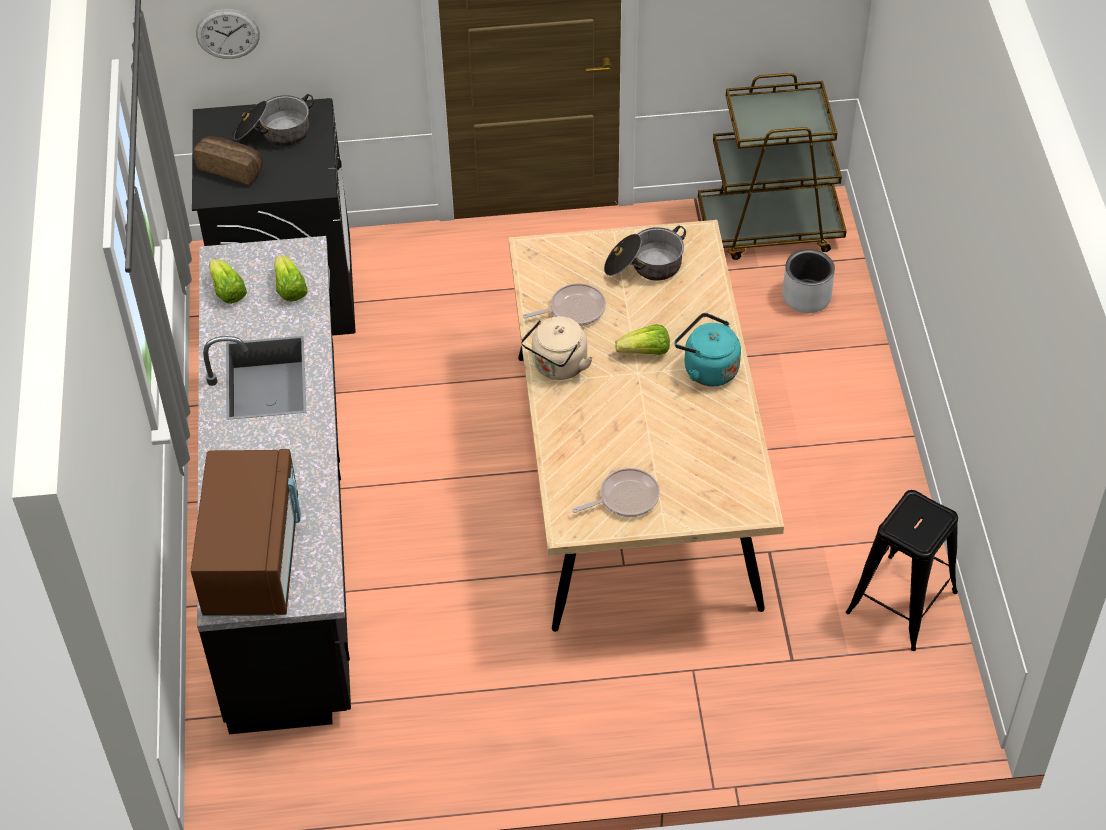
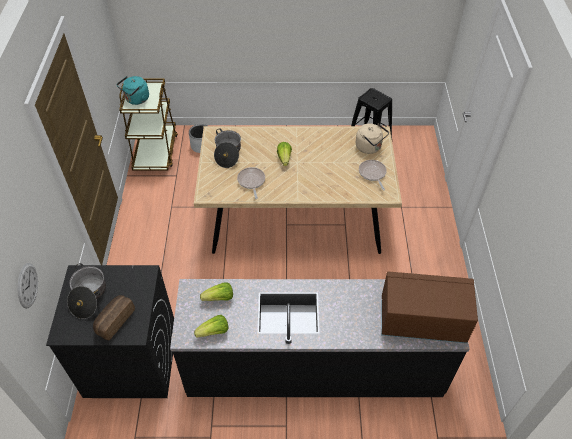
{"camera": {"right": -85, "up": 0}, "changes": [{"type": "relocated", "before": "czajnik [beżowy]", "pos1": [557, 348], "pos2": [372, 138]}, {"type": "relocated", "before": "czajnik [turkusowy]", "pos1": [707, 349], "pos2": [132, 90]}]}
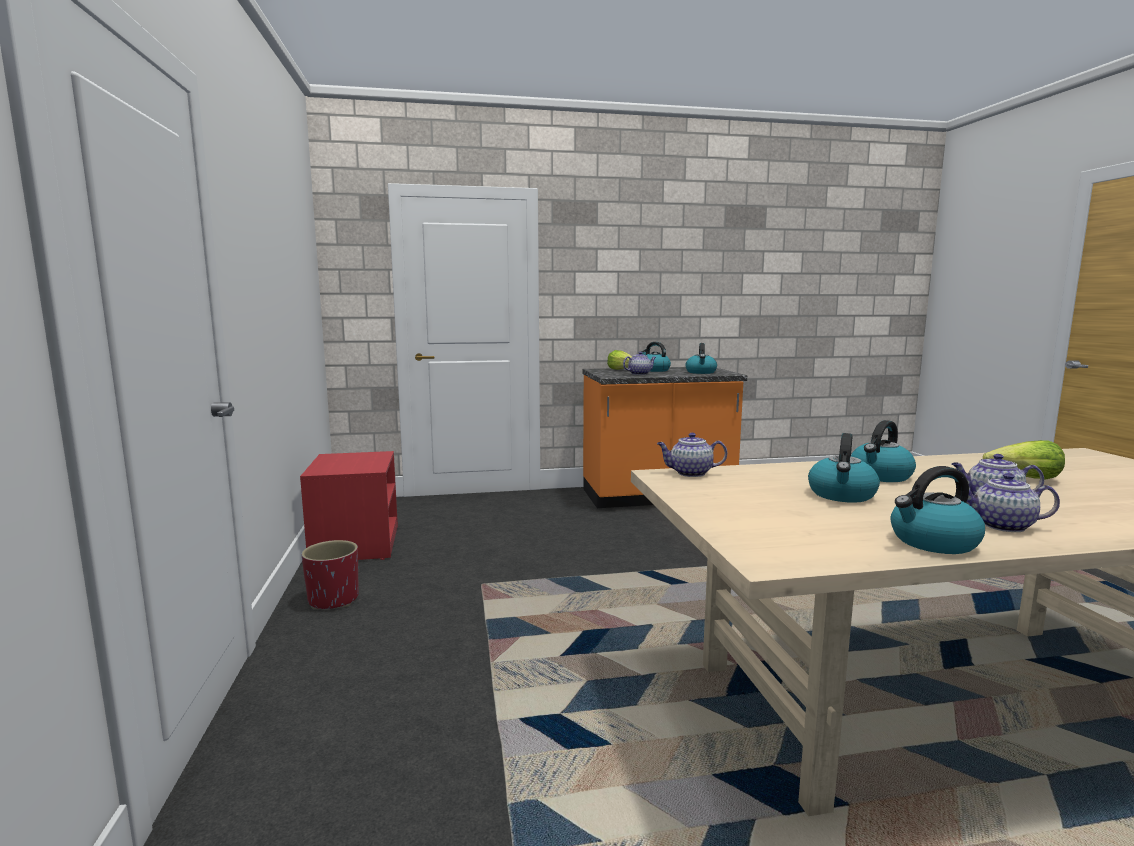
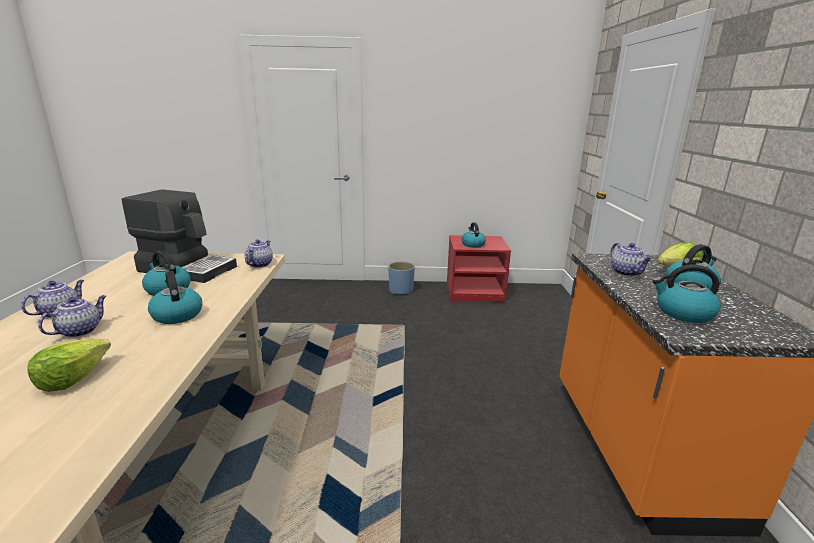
{"camera": {"right": 100, "up": 10}, "changes": [{"type": "colour", "before": "donica [czerwony]", "after": "donica [niebieski]", "pos1": [330, 574], "pos2": [401, 277]}, {"type": "relocated", "before": "czajnik", "pos1": [937, 510], "pos2": [474, 235]}, {"type": "appeared", "after": "ekspres do kawy", "pos2": [179, 236]}]}
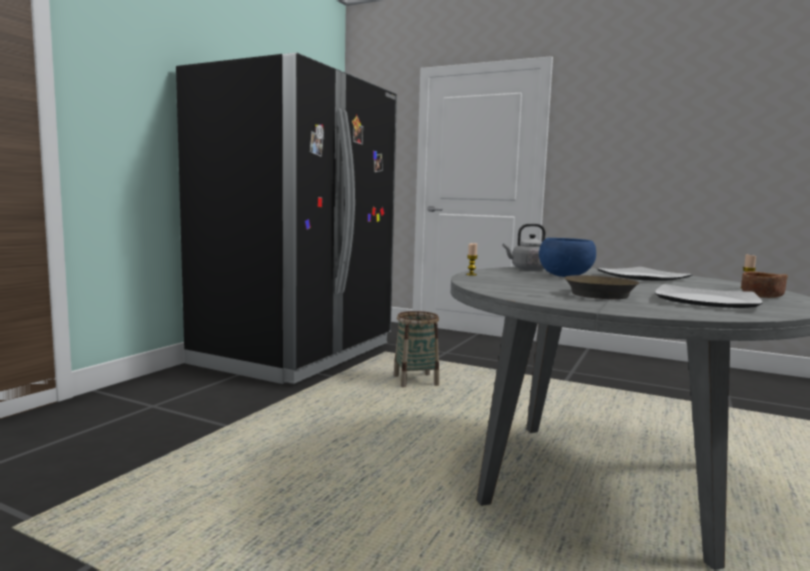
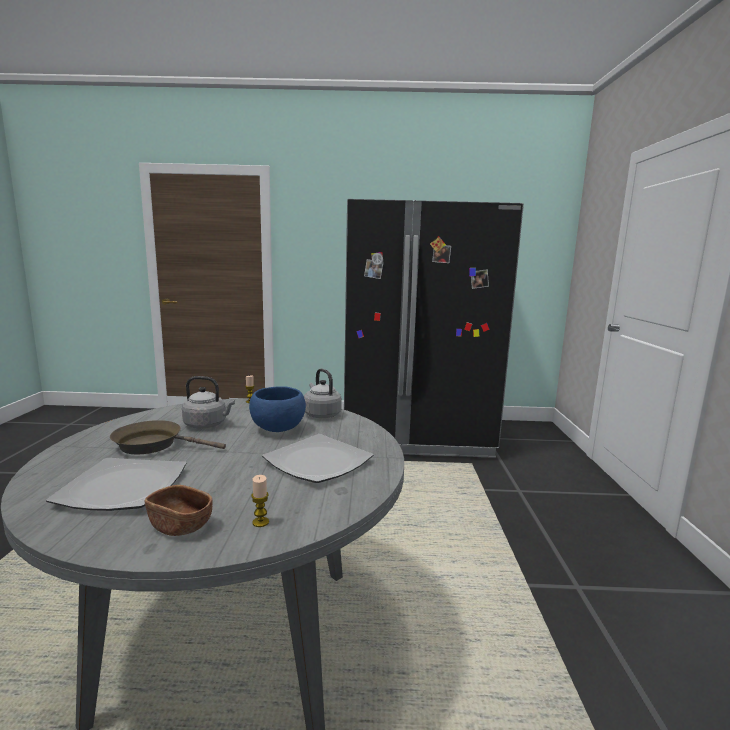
{"camera": {"right": 65, "up": 5}, "changes": [{"type": "missing", "before": "koszyk", "pos1": [416, 349]}, {"type": "appeared", "after": "czajnik [szary]", "pos2": [208, 402]}]}
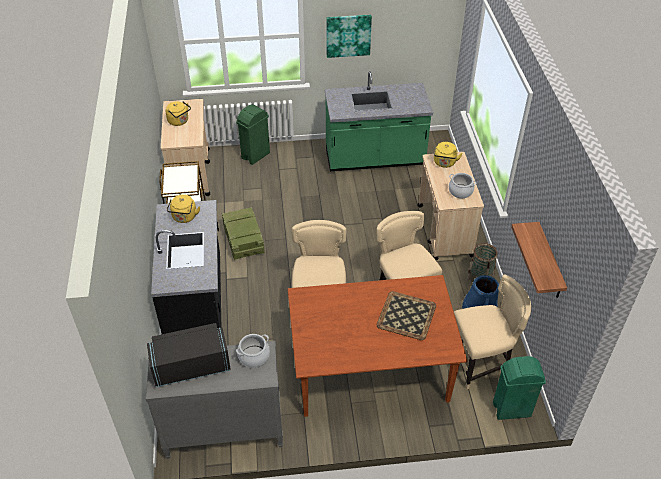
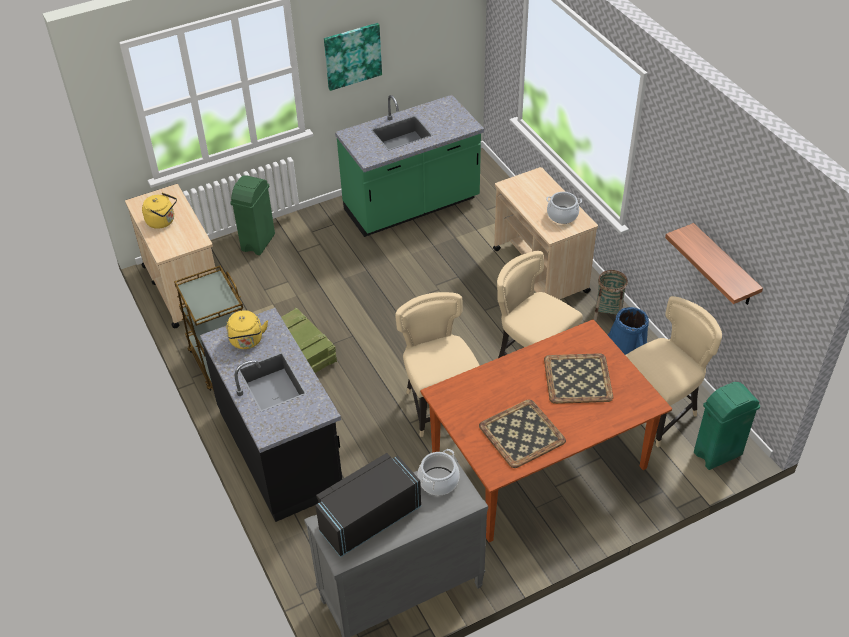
{"camera": {"right": -20, "up": 0}, "changes": [{"type": "missing", "before": "czajnik [żółty]", "pos1": [448, 155]}, {"type": "appeared", "after": "taca", "pos2": [522, 433]}]}
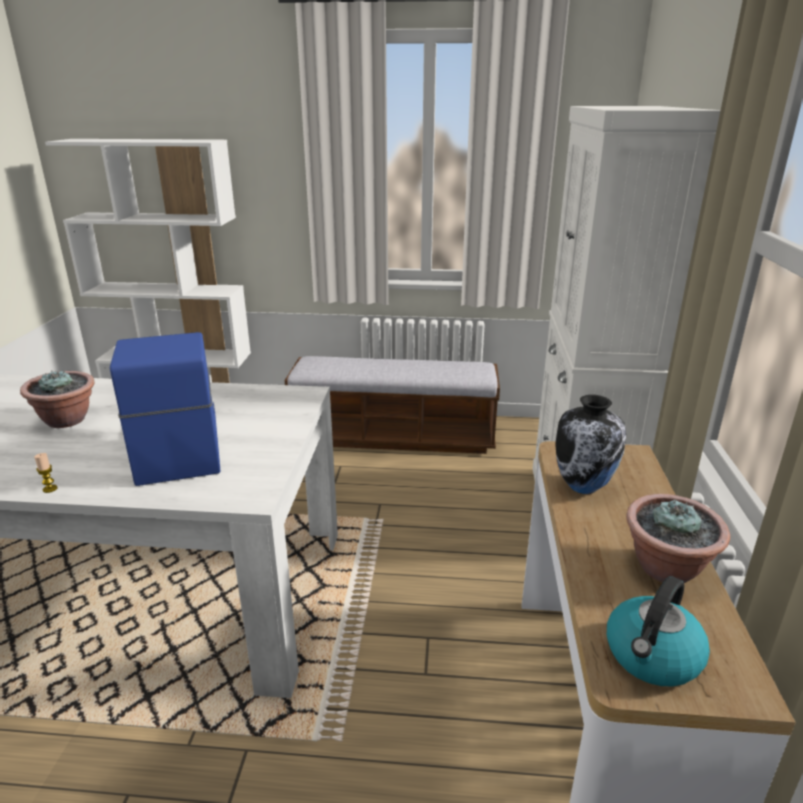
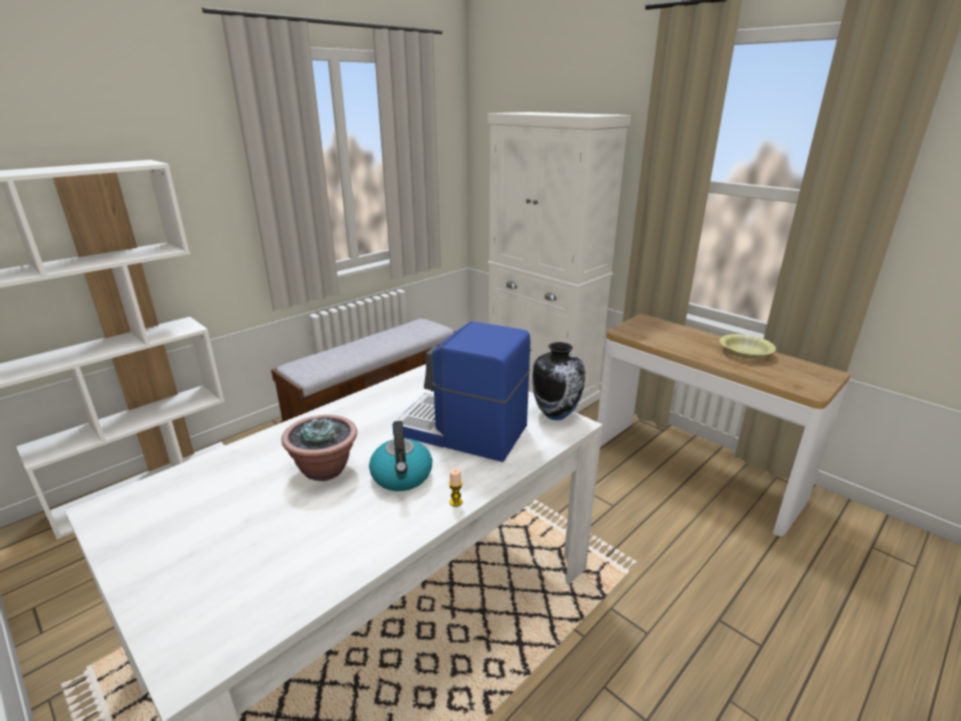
{"camera": {"right": -50, "up": 0}, "changes": [{"type": "relocated", "before": "wazon", "pos1": [590, 444], "pos2": [558, 381]}, {"type": "relocated", "before": "czajnik", "pos1": [658, 631], "pos2": [400, 456]}, {"type": "exchanged", "before": "roślina doniczkowa", "after": "miska [żółty]", "pos1": [678, 538], "pos2": [748, 346]}]}
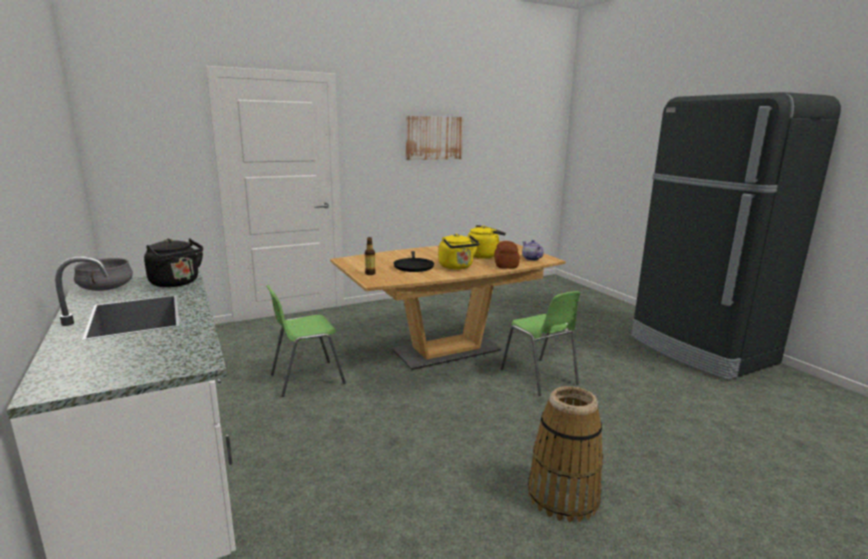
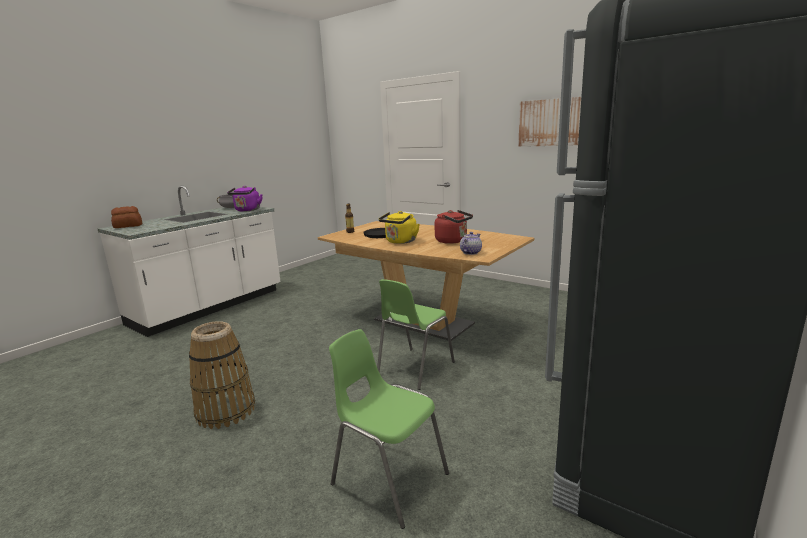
{"camera": {"right": 65, "up": 0}, "changes": [{"type": "colour", "before": "czajnik [czarny]", "after": "czajnik [fioletowy]", "pos1": [173, 262], "pos2": [245, 199]}, {"type": "relocated", "before": "krzesło [zielony]", "pos1": [306, 341], "pos2": [389, 429]}, {"type": "colour", "before": "czajnik [żółty]", "after": "czajnik [czerwony]", "pos1": [486, 242], "pos2": [453, 227]}, {"type": "relocated", "before": "chleb", "pos1": [507, 255], "pos2": [126, 217]}]}
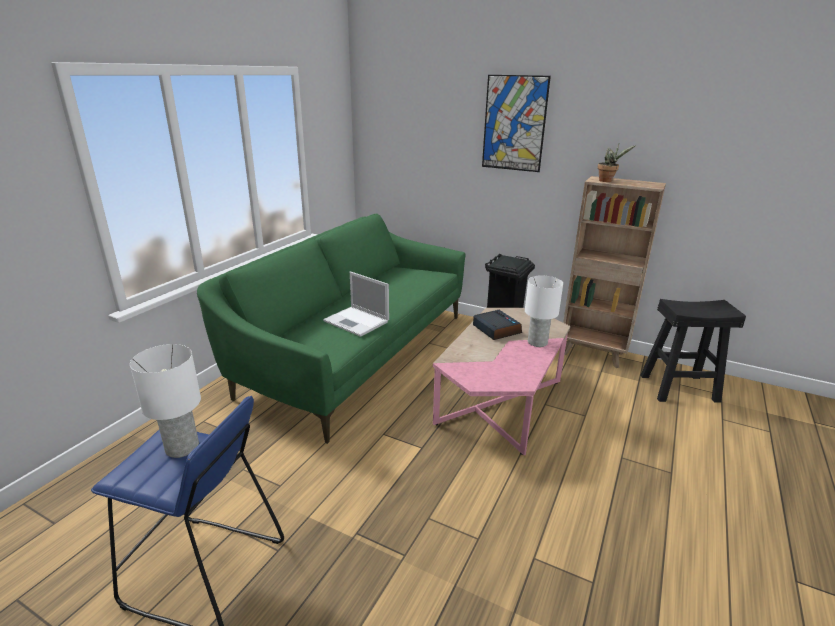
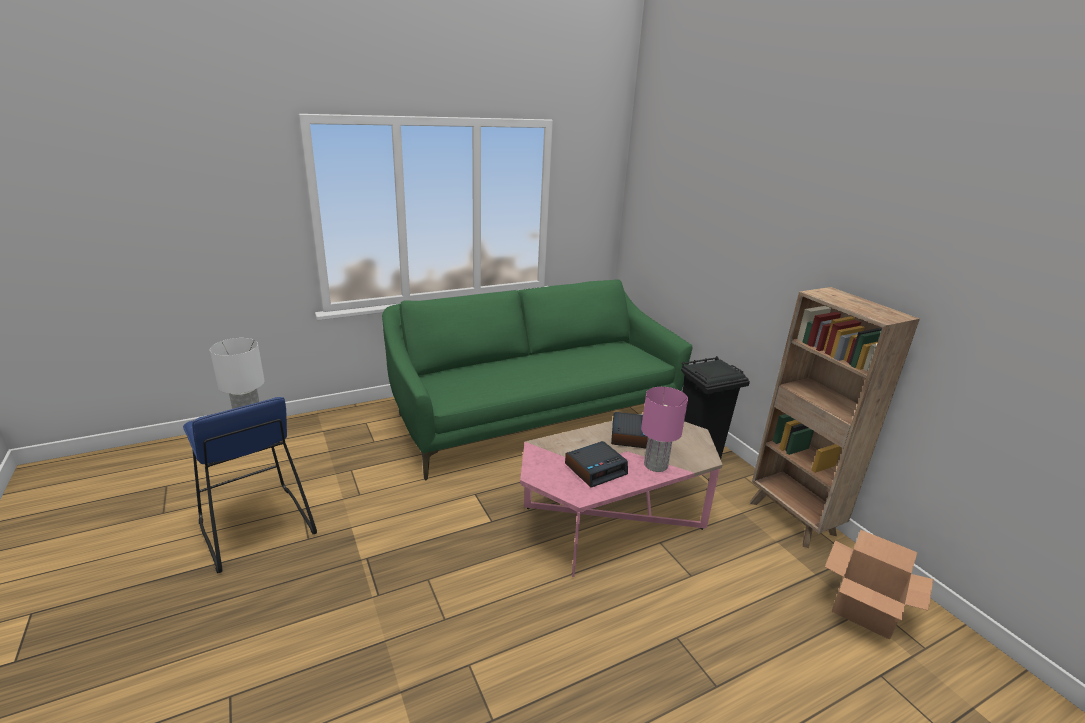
{"camera": {"right": 35, "up": 0}, "changes": [{"type": "missing", "before": "laptop", "pos1": [356, 304]}, {"type": "missing", "before": "obraz", "pos1": [516, 123]}, {"type": "colour", "before": "lampa stołowa [biały]", "after": "lampa stołowa [różowy]", "pos1": [544, 311], "pos2": [664, 429]}, {"type": "missing", "before": "roślina doniczkowa", "pos1": [617, 163]}, {"type": "exchanged", "before": "stołek [czarny]", "after": "karton", "pos1": [693, 351], "pos2": [879, 584]}, {"type": "appeared", "after": "budzik", "pos2": [596, 464]}]}
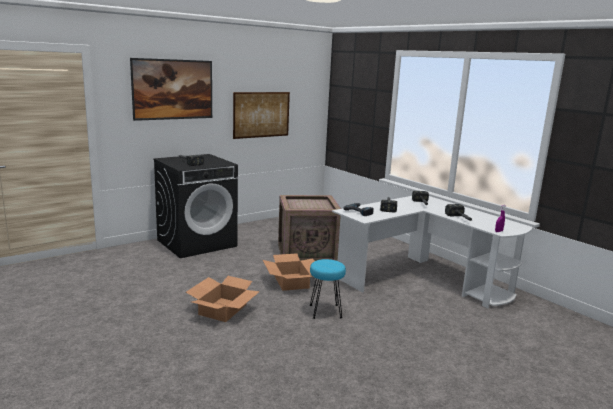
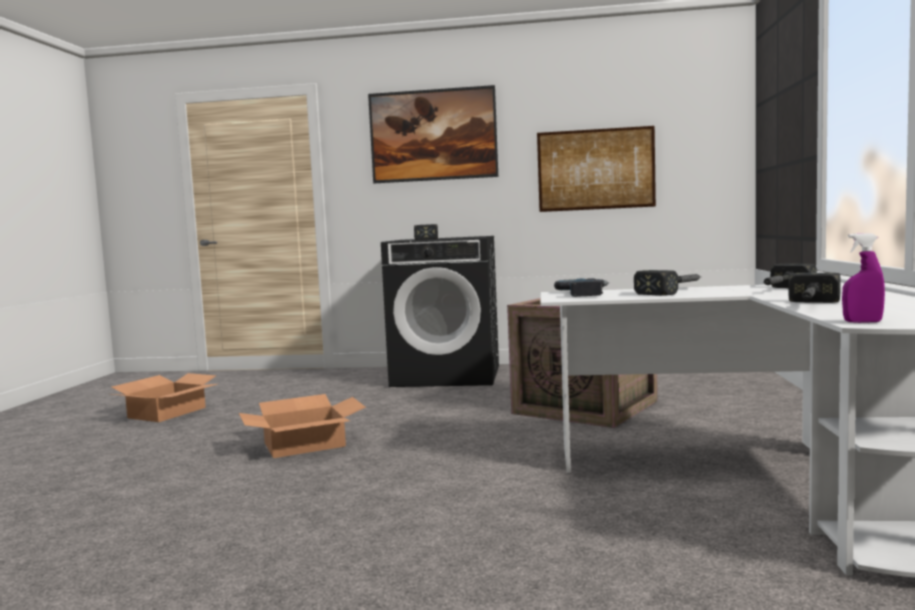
{"camera": {"right": 45, "up": -10}, "changes": [{"type": "relocated", "before": "karton", "pos1": [288, 272], "pos2": [164, 397]}, {"type": "missing", "before": "stołek [turkusowy]", "pos1": [328, 289]}]}
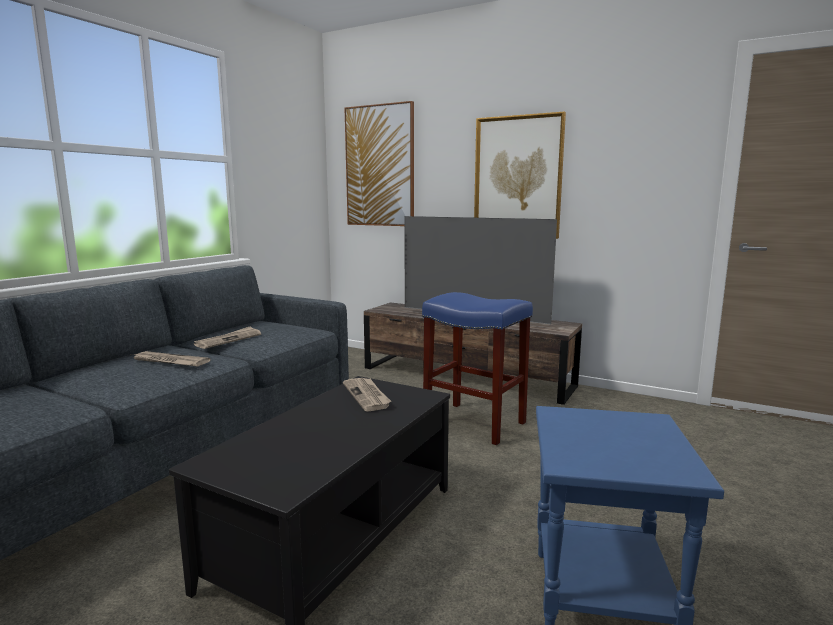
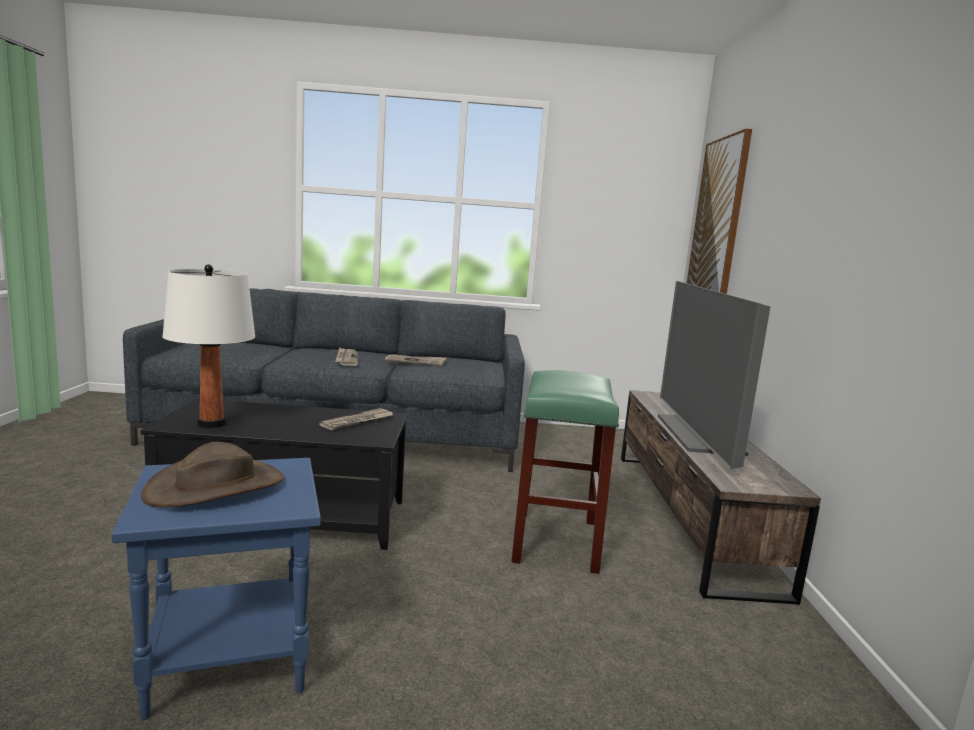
{"camera": {"right": 60, "up": 0}, "changes": [{"type": "colour", "before": "stołek [niebieski]", "after": "stołek [zielony]", "pos1": [477, 368], "pos2": [565, 472]}, {"type": "missing", "before": "obraz", "pos1": [520, 175]}, {"type": "appeared", "after": "kapelusz [brązowy]", "pos2": [212, 475]}, {"type": "appeared", "after": "lampa stołowa [biały]", "pos2": [208, 346]}]}
